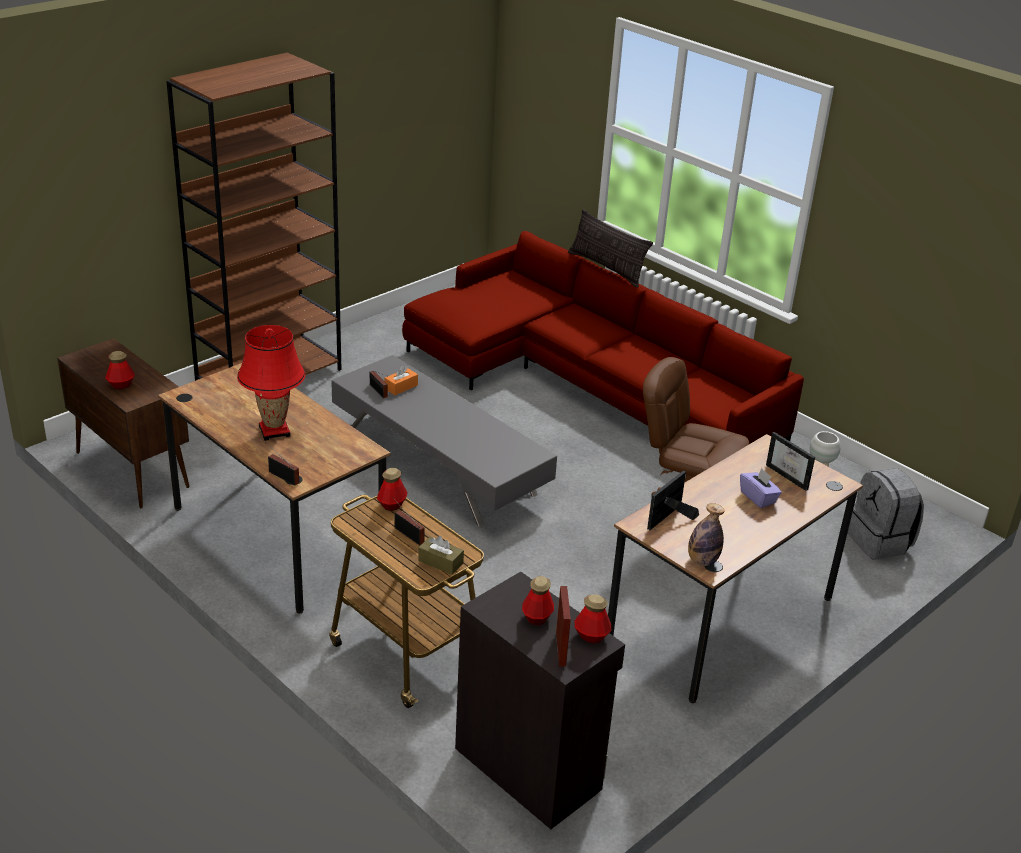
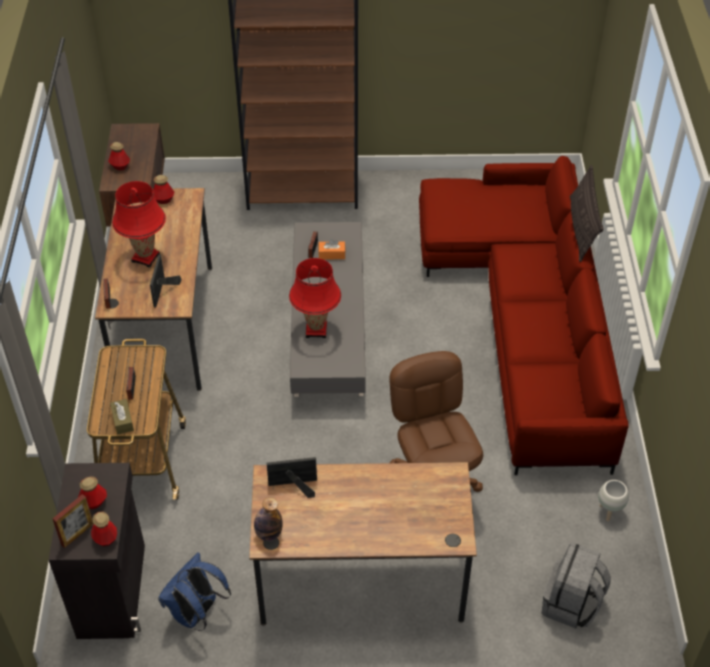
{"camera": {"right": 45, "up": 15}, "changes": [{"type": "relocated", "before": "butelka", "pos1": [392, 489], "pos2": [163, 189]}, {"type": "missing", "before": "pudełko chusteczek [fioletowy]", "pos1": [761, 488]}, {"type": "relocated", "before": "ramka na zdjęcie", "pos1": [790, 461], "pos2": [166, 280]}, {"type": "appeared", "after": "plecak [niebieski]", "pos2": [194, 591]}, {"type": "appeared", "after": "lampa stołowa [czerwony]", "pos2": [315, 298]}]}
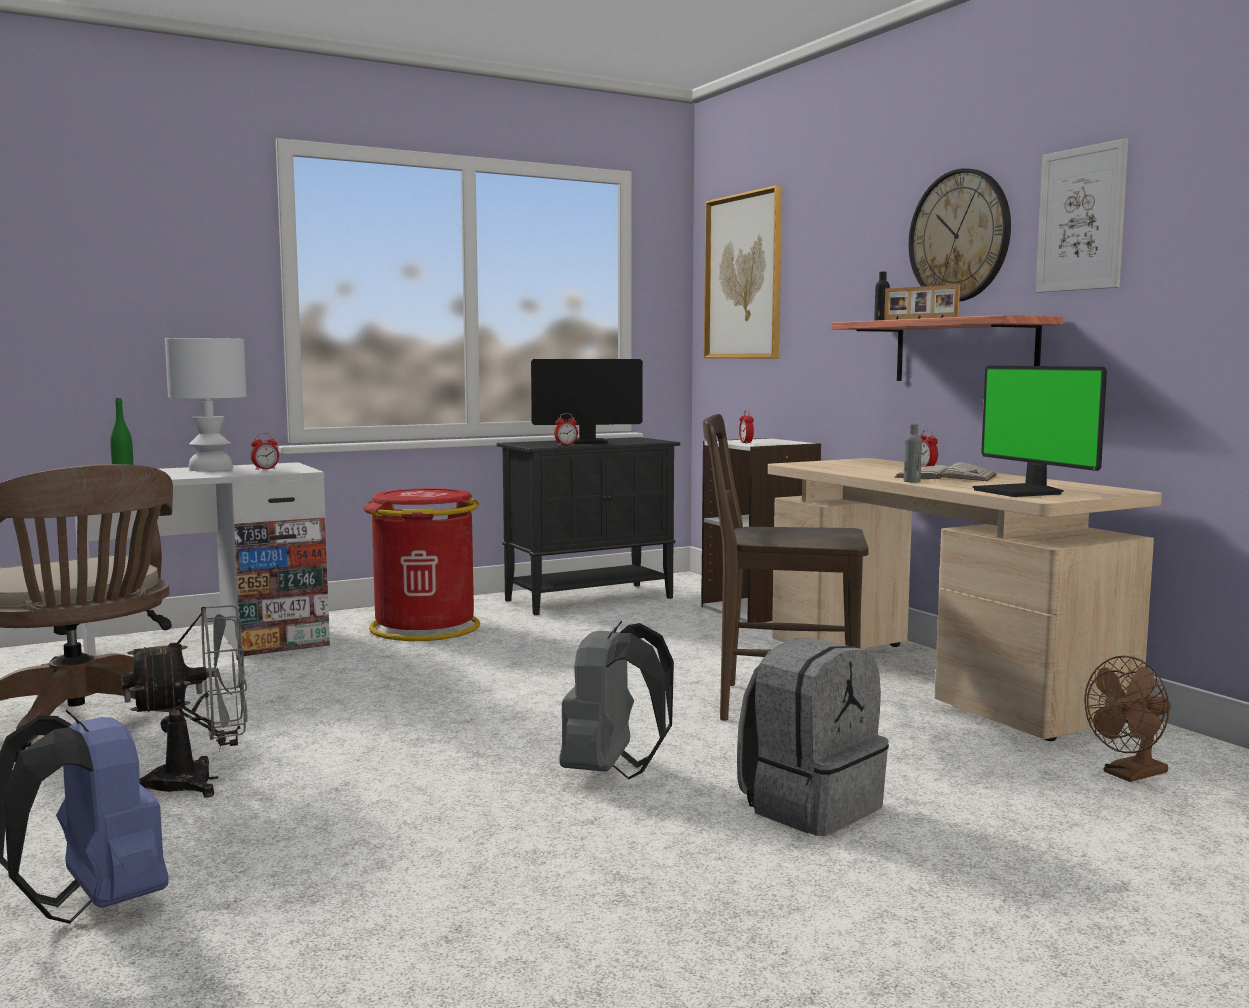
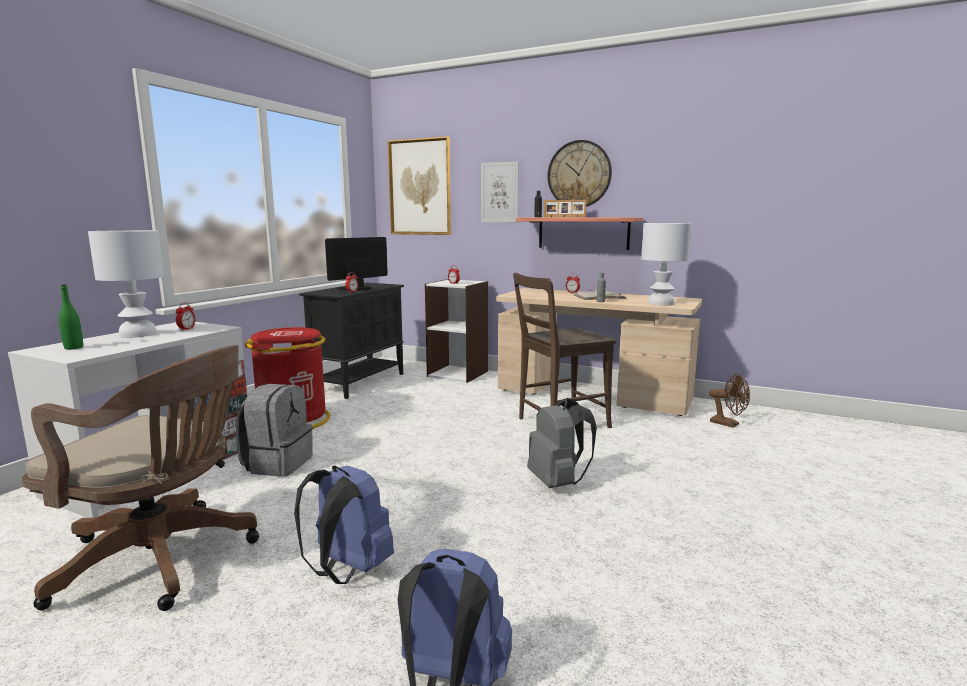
{"camera": {"right": -35, "up": 5}, "changes": [{"type": "exchanged", "before": "wentylator [szary]", "after": "plecak [niebieski]", "pos1": [184, 701], "pos2": [344, 525]}, {"type": "relocated", "before": "plecak [szary]", "pos1": [813, 737], "pos2": [274, 430]}, {"type": "exchanged", "before": "monitor", "after": "lampa stołowa [biały]", "pos1": [1040, 431], "pos2": [666, 264]}, {"type": "relocated", "before": "obraz", "pos1": [1082, 215], "pos2": [500, 192]}, {"type": "spun", "before": "wentylator [brązowy]", "pos1": [1127, 719], "pos2": [729, 400], "turn": -75}]}
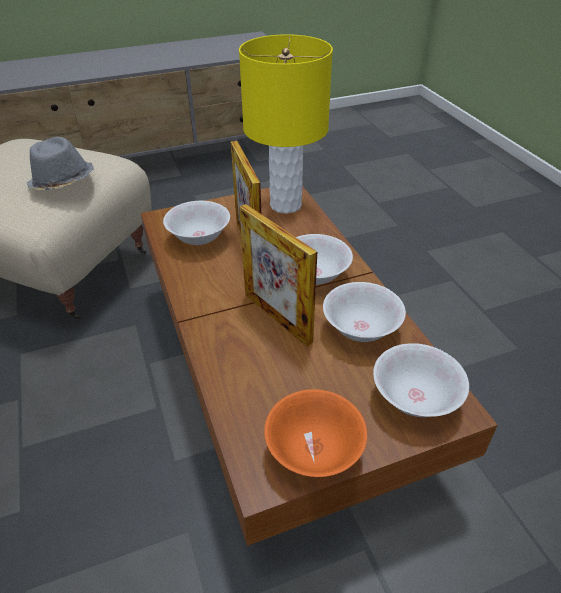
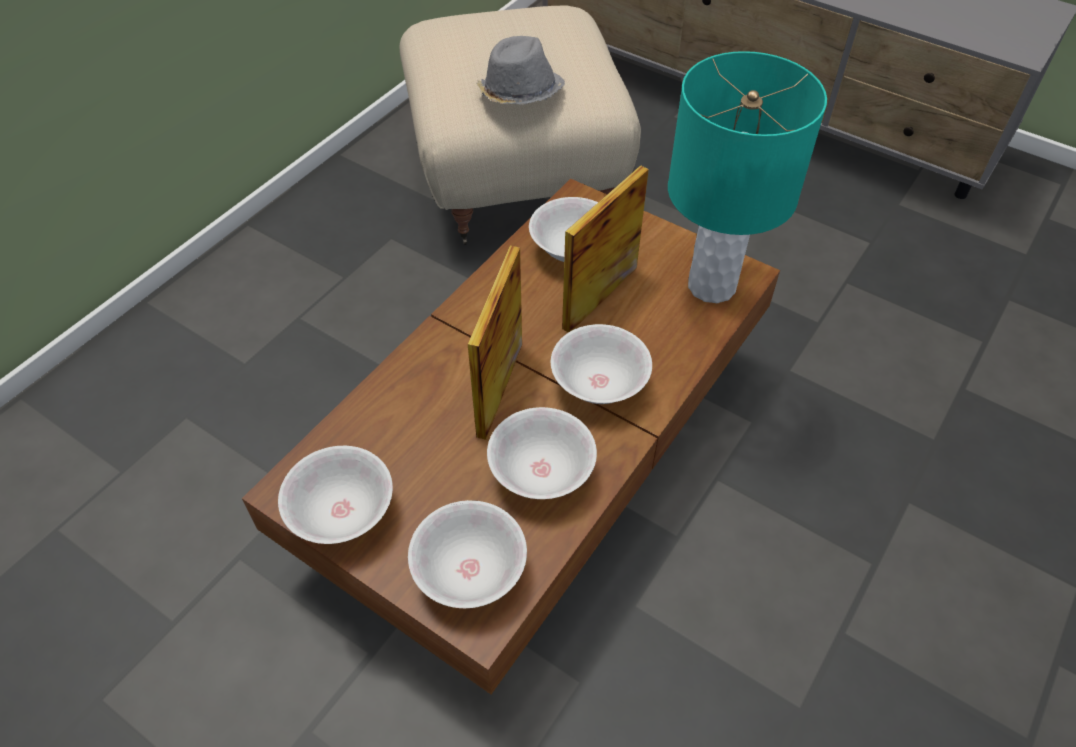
{"camera": {"right": 55, "up": 10}, "changes": [{"type": "colour", "before": "lampa stołowa [żółty]", "after": "lampa stołowa [turkusowy]", "pos1": [286, 124], "pos2": [747, 177]}, {"type": "colour", "before": "miska [pomarańczowy]", "after": "miska [biały]", "pos1": [315, 433], "pos2": [335, 495]}]}
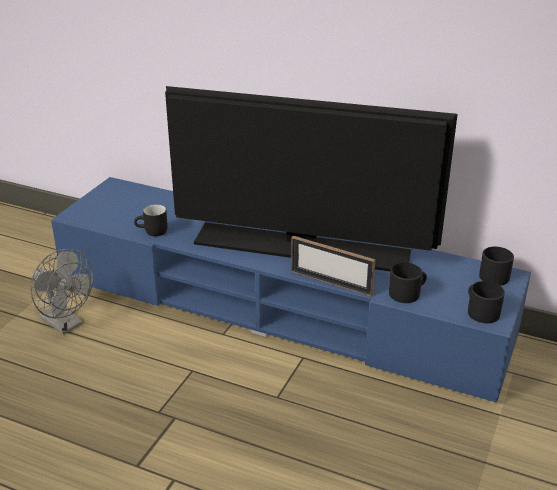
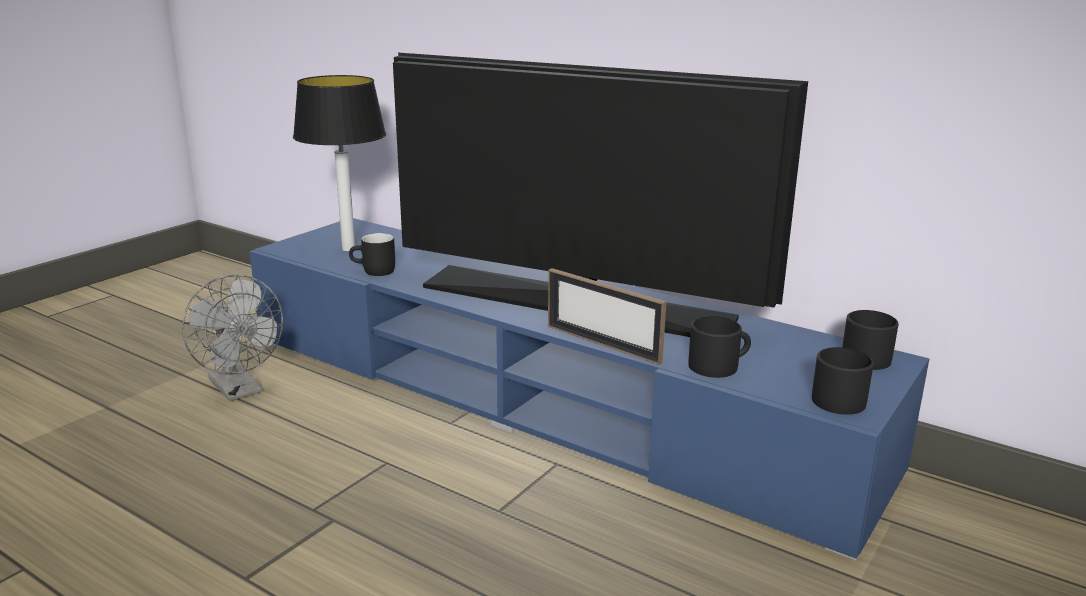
{"camera": {"right": 10, "up": -10}, "changes": [{"type": "appeared", "after": "lampa stołowa", "pos2": [339, 163]}]}
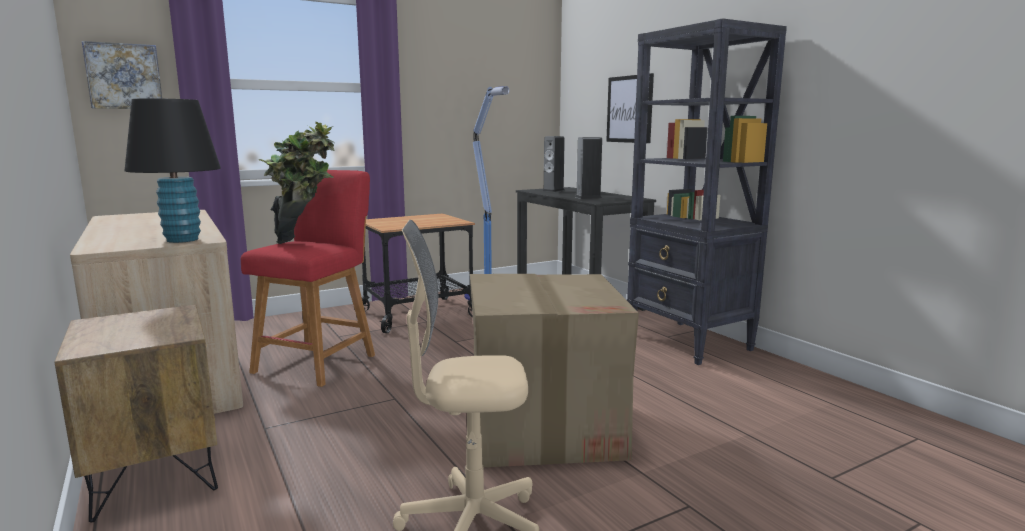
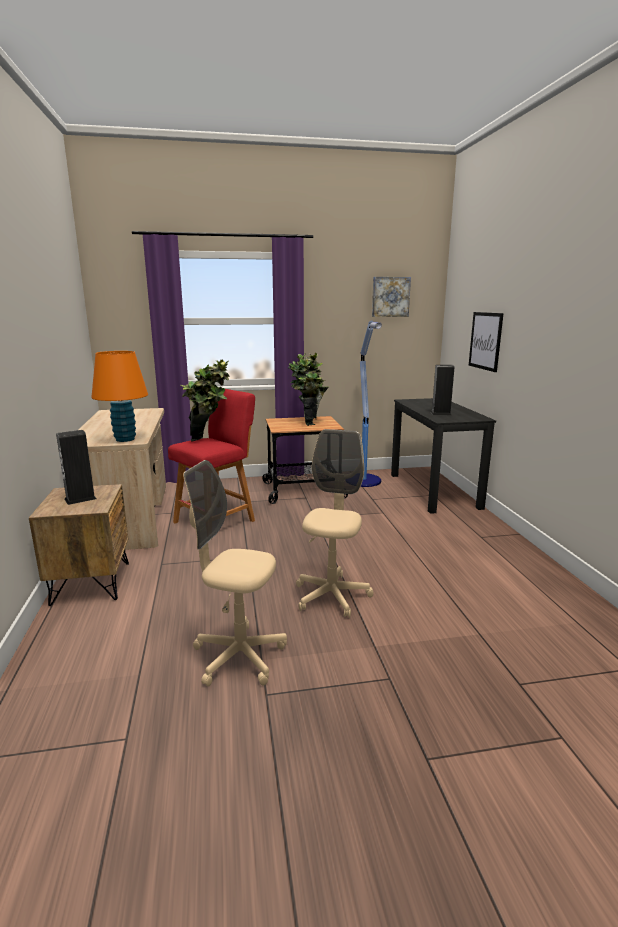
{"camera": {"right": 20, "up": 5}, "changes": [{"type": "relocated", "before": "obraz", "pos1": [122, 75], "pos2": [391, 297]}, {"type": "colour", "before": "lampa stołowa [czarny]", "after": "lampa stołowa [pomarańczowy]", "pos1": [173, 170], "pos2": [119, 396]}, {"type": "exchanged", "before": "karton", "after": "krzesło biurowe [beżowy]", "pos1": [554, 370], "pos2": [335, 523]}, {"type": "relocated", "before": "głośnik", "pos1": [554, 164], "pos2": [76, 467]}, {"type": "missing", "before": "regał [czarny]", "pos1": [707, 191]}, {"type": "appeared", "after": "roślina doniczkowa", "pos2": [308, 389]}]}
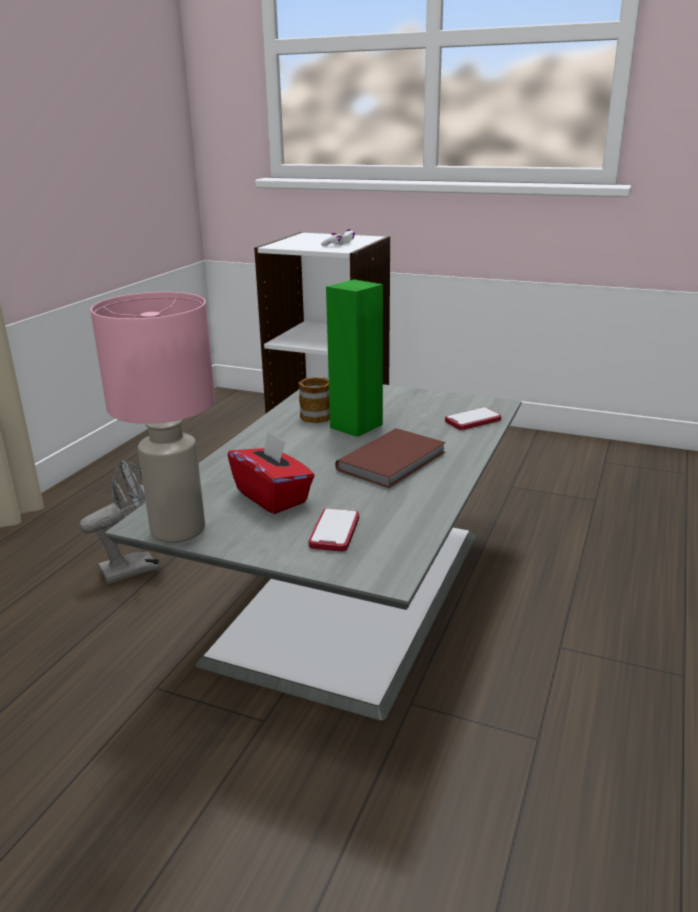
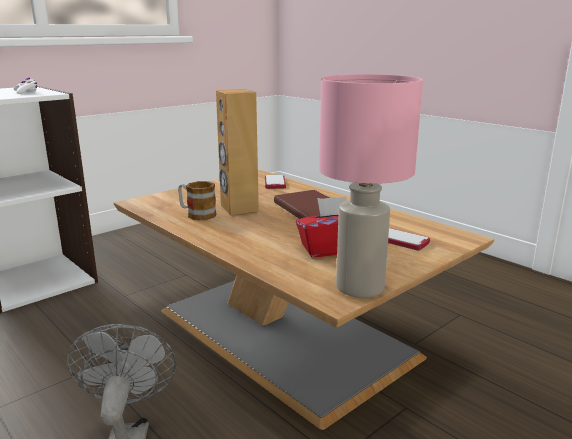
{"camera": {"right": -65, "up": -5}, "changes": [{"type": "colour", "before": "ława [szary]", "after": "ława [brązowy]", "pos1": [313, 548], "pos2": [304, 300]}, {"type": "colour", "before": "głośnik [zielony]", "after": "głośnik [brązowy]", "pos1": [354, 358], "pos2": [237, 152]}]}
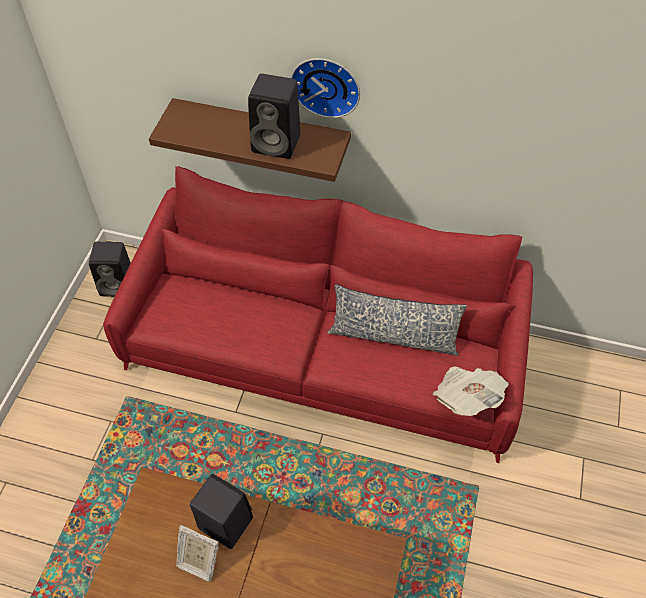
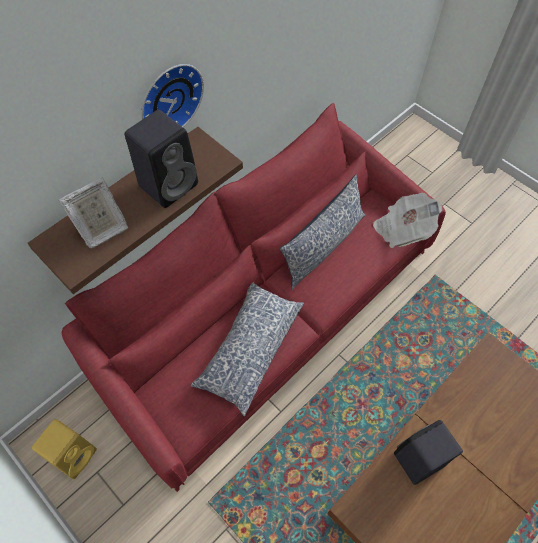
{"camera": {"right": -60, "up": 5}, "changes": [{"type": "colour", "before": "głośnik [czarny]", "after": "głośnik [żółty]", "pos1": [110, 269], "pos2": [64, 449]}, {"type": "relocated", "before": "ramka na zdjęcie", "pos1": [197, 553], "pos2": [93, 213]}, {"type": "appeared", "after": "poduszka", "pos2": [247, 350]}]}
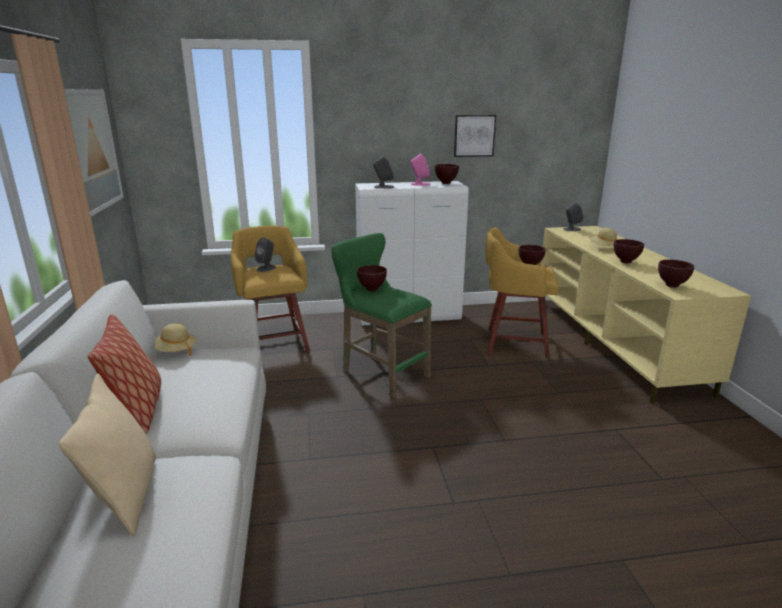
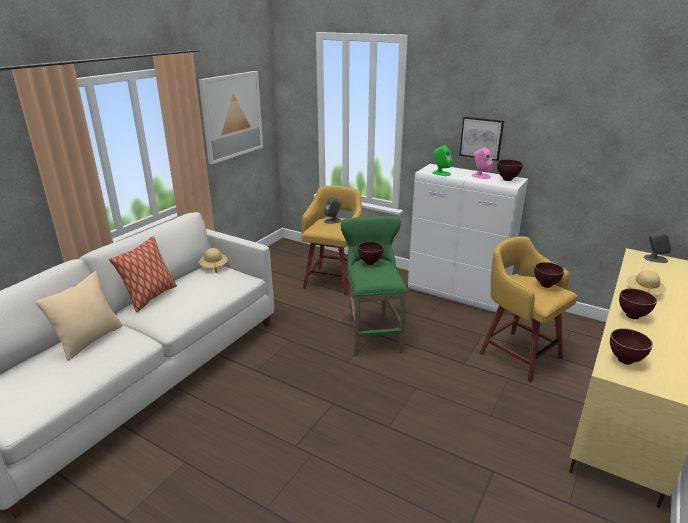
{"camera": {"right": 40, "up": 5}, "changes": [{"type": "colour", "before": "głośnik [szary]", "after": "głośnik [zielony]", "pos1": [384, 172], "pos2": [442, 160]}, {"type": "relocated", "before": "obraz", "pos1": [475, 136], "pos2": [481, 139]}]}
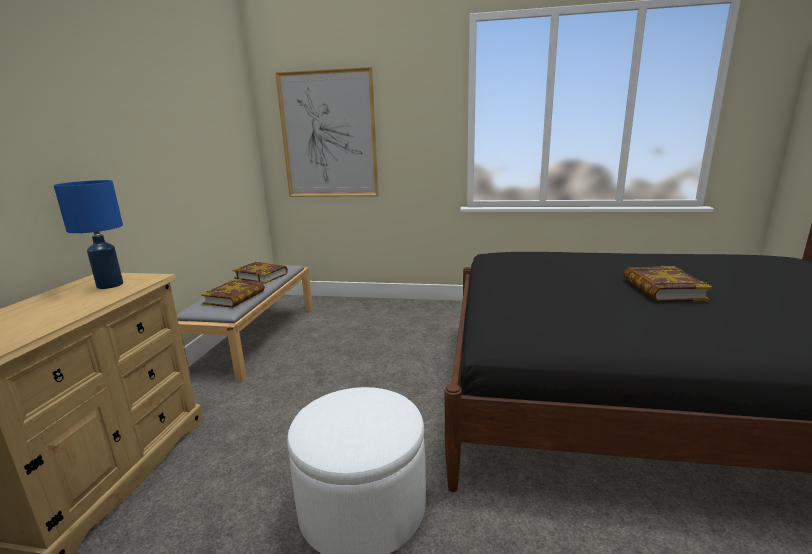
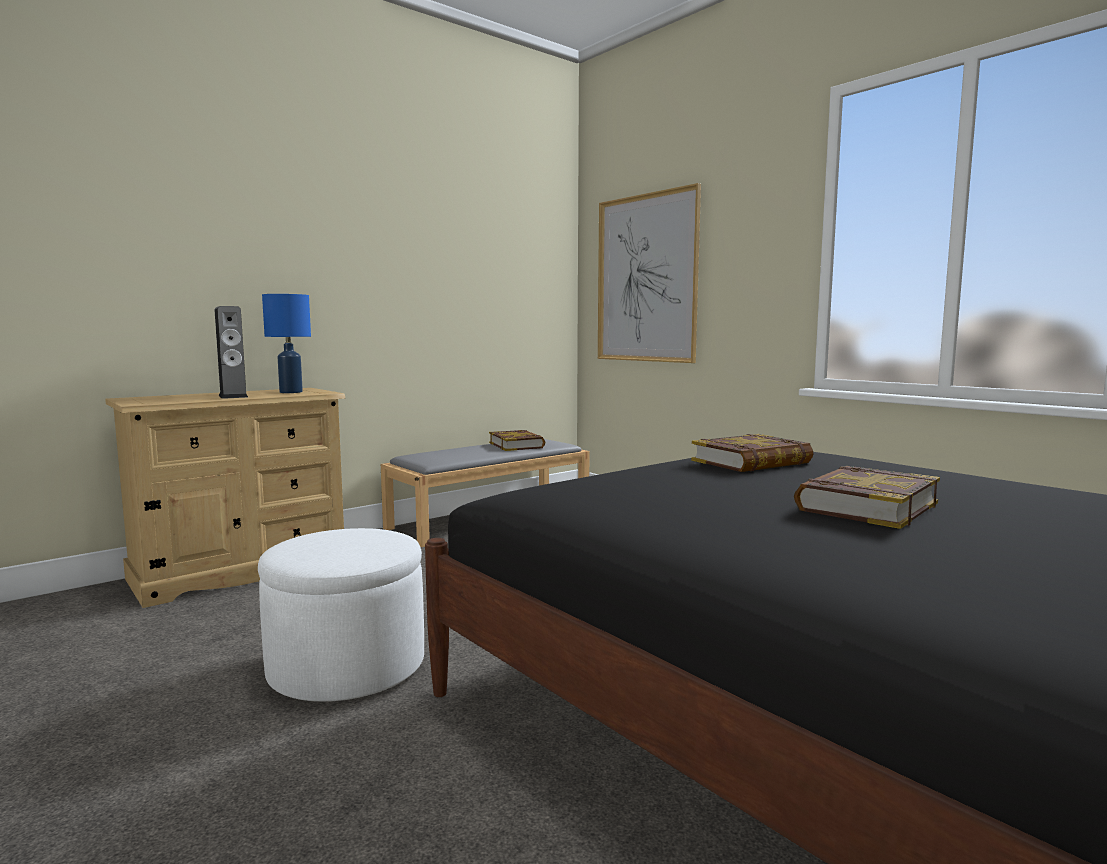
{"camera": {"right": 40, "up": -10}, "changes": [{"type": "relocated", "before": "książka", "pos1": [233, 293], "pos2": [752, 453]}, {"type": "appeared", "after": "głośnik", "pos2": [231, 352]}]}
